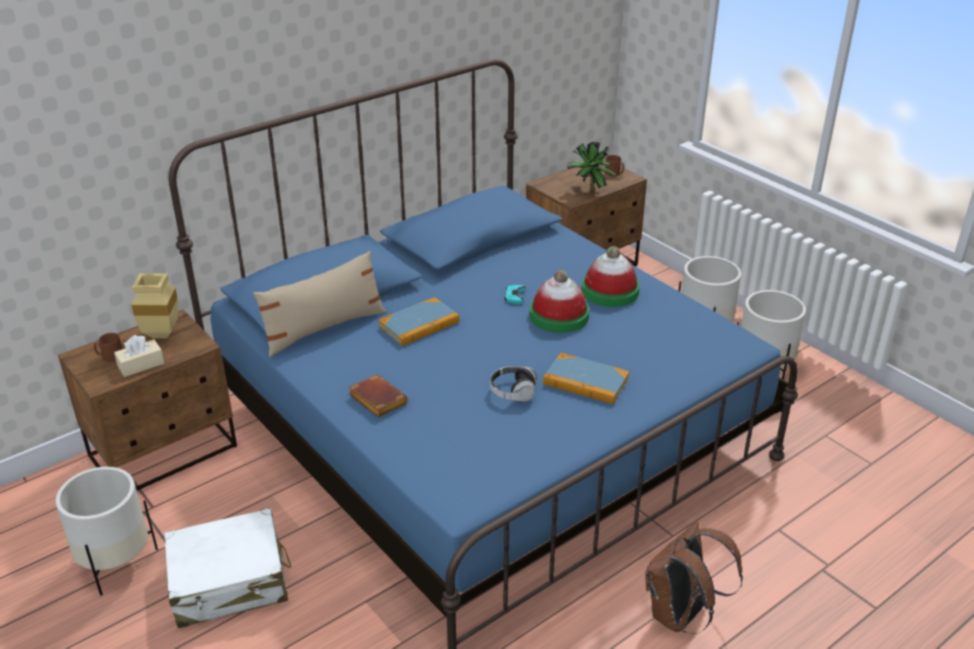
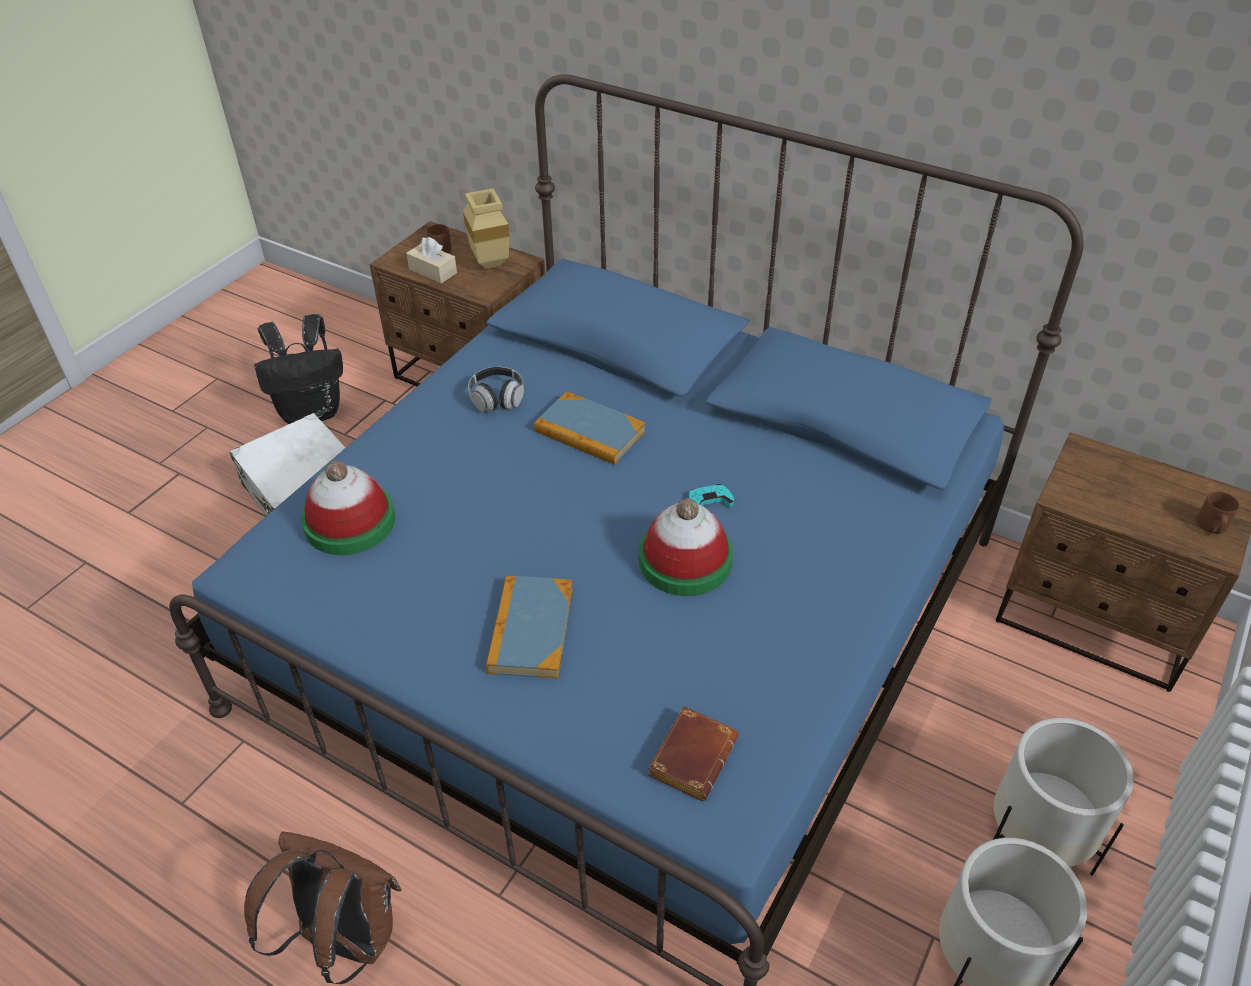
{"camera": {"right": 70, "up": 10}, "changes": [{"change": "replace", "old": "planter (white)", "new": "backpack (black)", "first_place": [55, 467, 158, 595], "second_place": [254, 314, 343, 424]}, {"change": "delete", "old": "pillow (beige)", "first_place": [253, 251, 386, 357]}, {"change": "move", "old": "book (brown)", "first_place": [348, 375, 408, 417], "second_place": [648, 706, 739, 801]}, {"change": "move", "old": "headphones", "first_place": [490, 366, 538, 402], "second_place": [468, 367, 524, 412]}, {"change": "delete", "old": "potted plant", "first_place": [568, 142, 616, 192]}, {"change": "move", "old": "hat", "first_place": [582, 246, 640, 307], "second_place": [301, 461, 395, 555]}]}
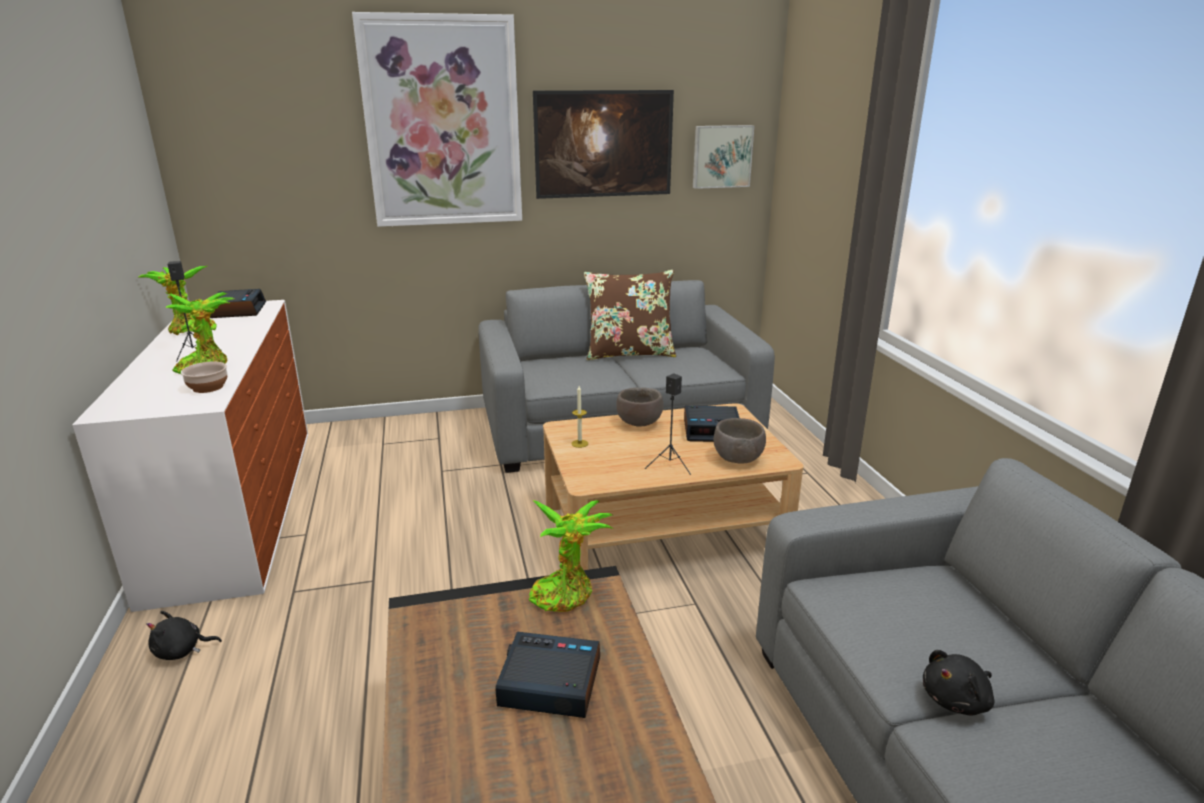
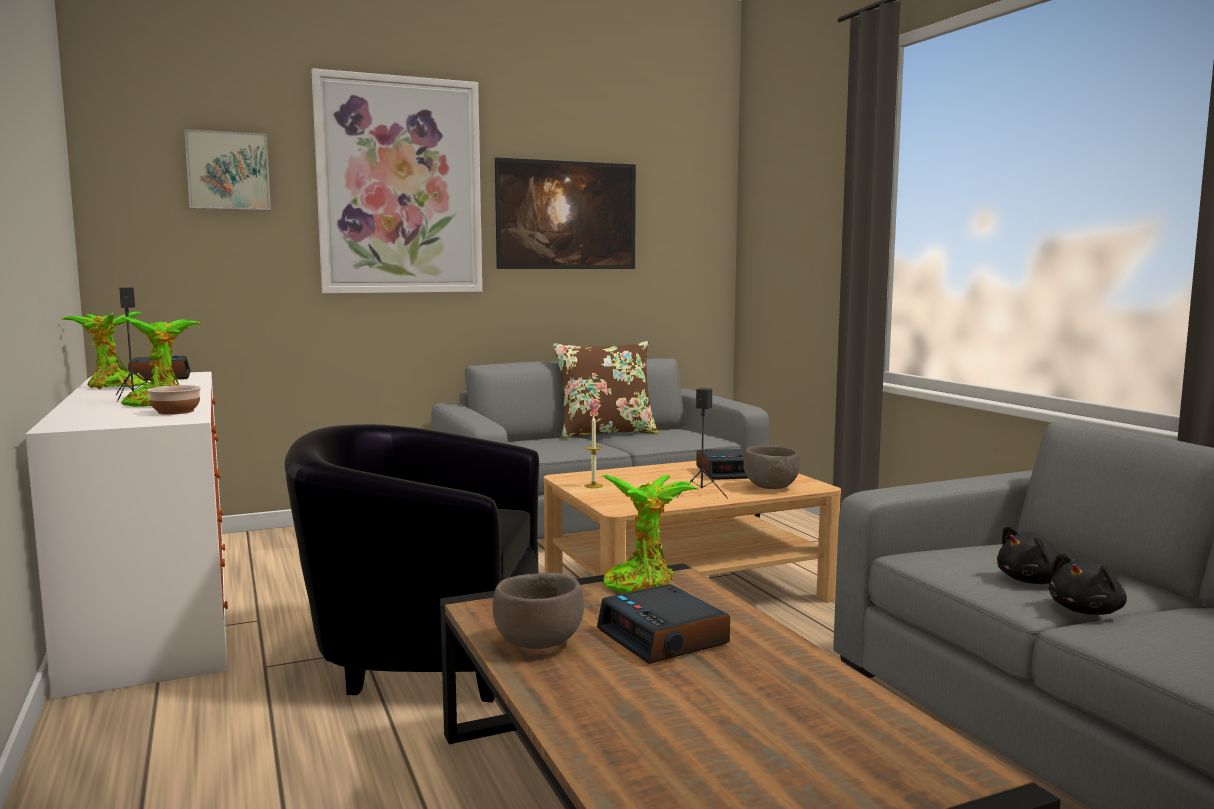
{"camera": {"right": -10, "up": -15}, "changes": [{"change": "move", "old": "plush toy (black)", "first_place": [146, 611, 222, 660], "second_place": [997, 526, 1059, 584]}, {"change": "rotate", "old": "alarm clock", "first_place": [495, 632, 600, 718], "second_place": [597, 584, 730, 664], "degrees": -120}, {"change": "move", "old": "bowl (brown)", "first_place": [616, 388, 663, 427], "second_place": [493, 573, 584, 649]}, {"change": "move", "old": "picture", "first_place": [693, 125, 754, 189], "second_place": [184, 129, 271, 210]}, {"change": "insert", "new": "armchair (black)", "second_place": [284, 424, 539, 702]}]}
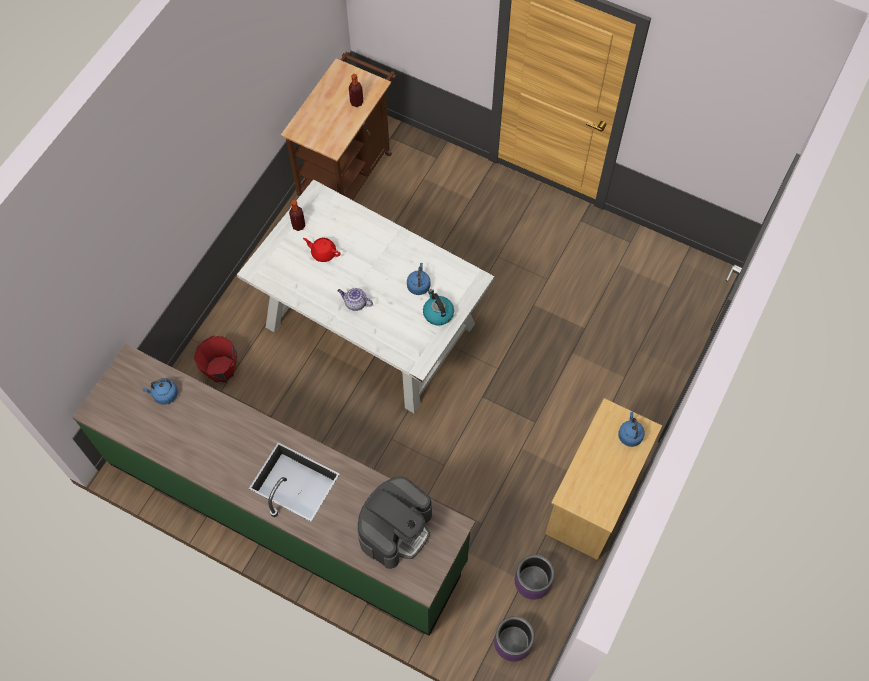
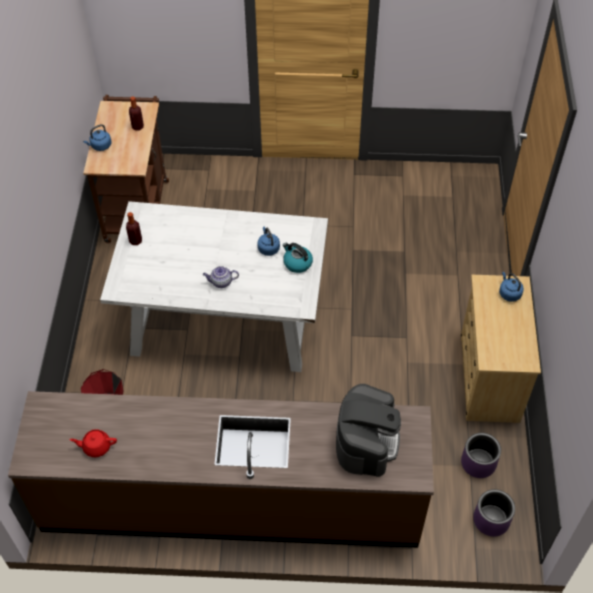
{"camera": {"right": -25, "up": -10}, "changes": [{"change": "recolor", "old": "counter (green)", "new": "counter (brown)", "first_place": [72, 344, 475, 636], "second_place": [8, 391, 434, 548]}, {"change": "move", "old": "kettle (blue)", "first_place": [142, 378, 178, 405], "second_place": [83, 124, 111, 151]}, {"change": "move", "old": "teapot (red)", "first_place": [303, 238, 341, 262], "second_place": [70, 429, 117, 457]}]}
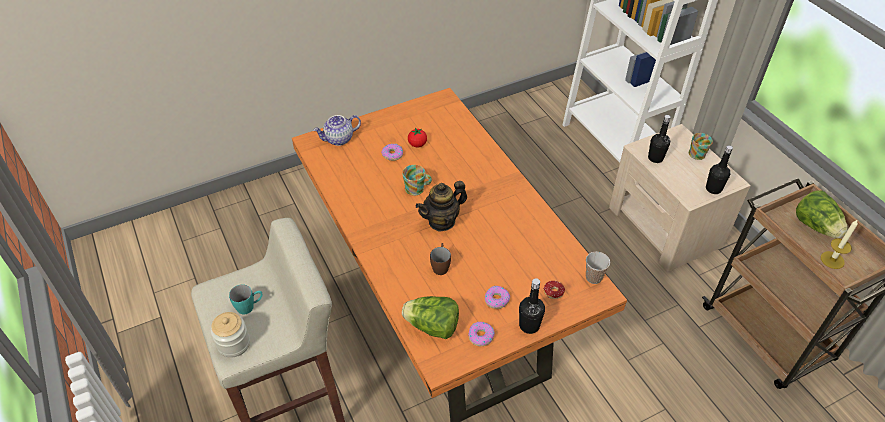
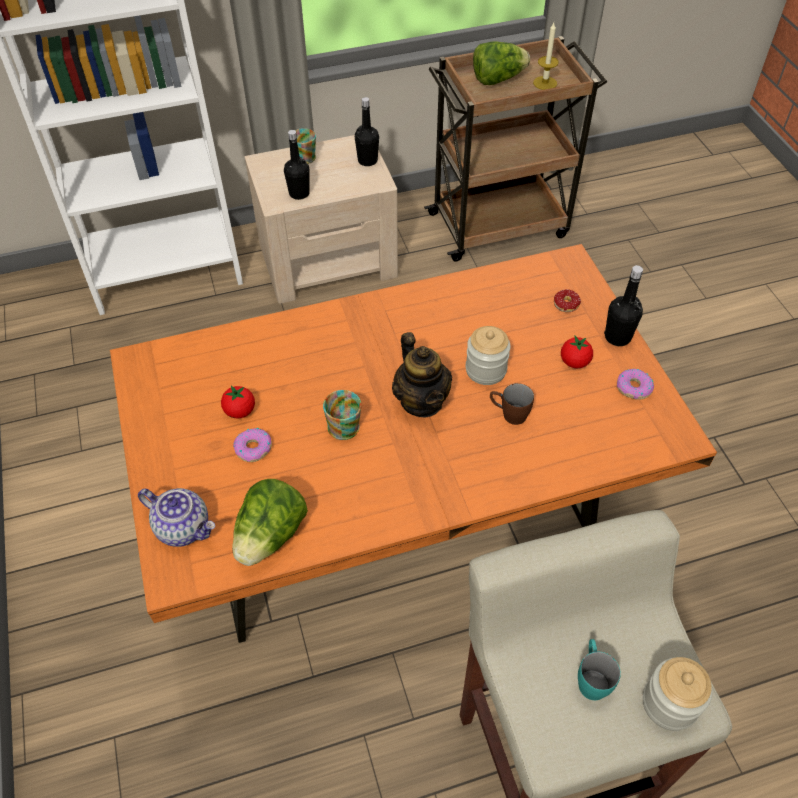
{"camera": {"right": -80, "up": 5}, "changes": [{"change": "rotate", "old": "teapot", "first_place": [313, 115, 361, 146], "second_place": [138, 488, 215, 547], "degrees": -45}, {"change": "move", "old": "lettuce", "first_place": [402, 296, 459, 339], "second_place": [232, 479, 308, 566]}, {"change": "replace", "old": "donut", "new": "tomato", "first_place": [485, 286, 510, 309], "second_place": [561, 336, 593, 369]}, {"change": "delete", "old": "cup", "first_place": [586, 252, 610, 284]}, {"change": "insert", "new": "jar", "second_place": [466, 326, 511, 385]}]}
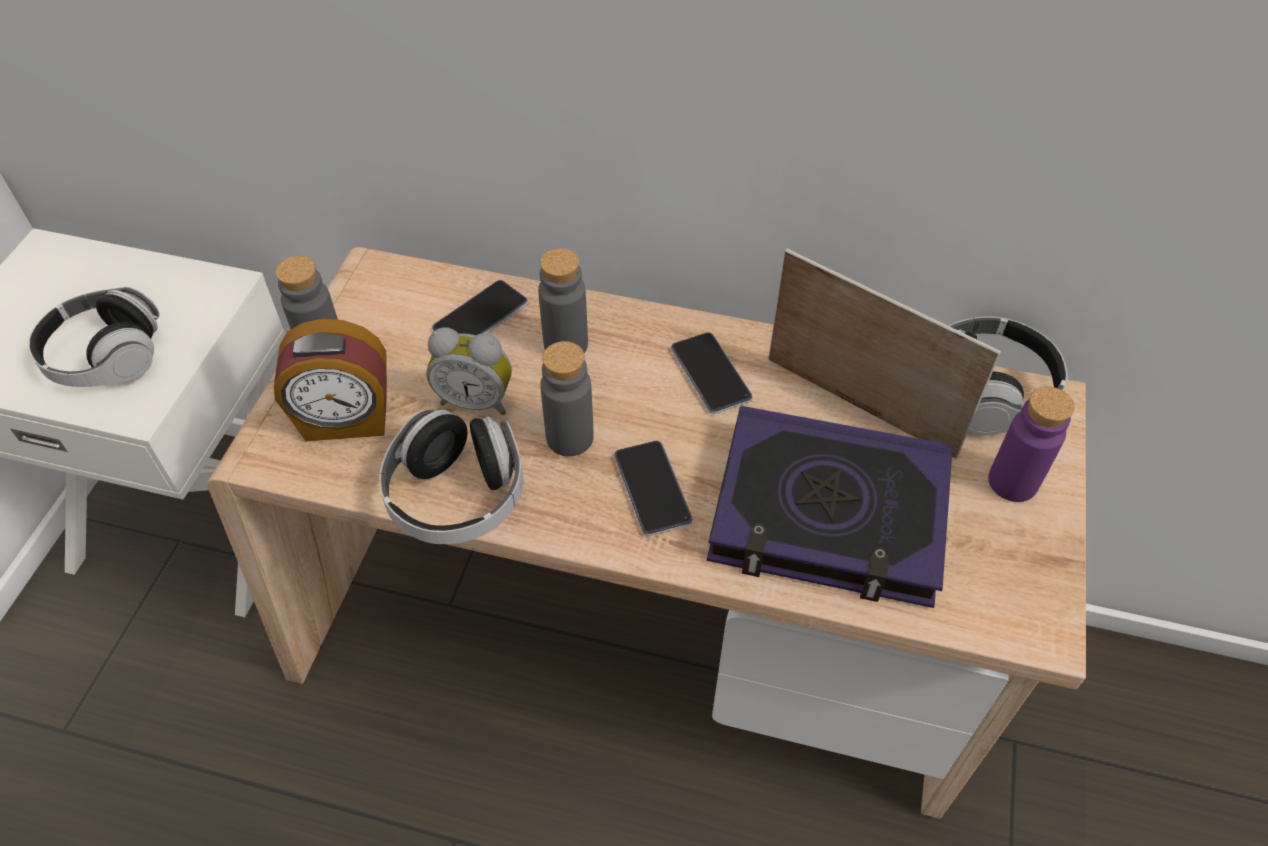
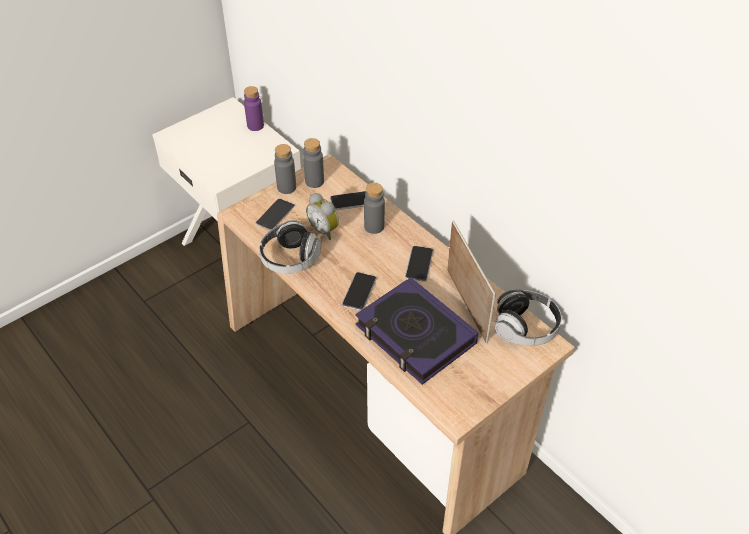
{"camera": {"right": 35, "up": -5}, "changes": [{"change": "delete", "old": "headphones", "first_place": [28, 287, 159, 387]}, {"change": "replace", "old": "alarm clock", "new": "phone", "first_place": [274, 319, 387, 441], "second_place": [255, 199, 295, 230]}, {"change": "move", "old": "bottle (grey)", "first_place": [540, 341, 594, 456], "second_place": [303, 138, 324, 188]}, {"change": "move", "old": "bottle (purple)", "first_place": [988, 386, 1075, 502], "second_place": [244, 86, 264, 131]}]}
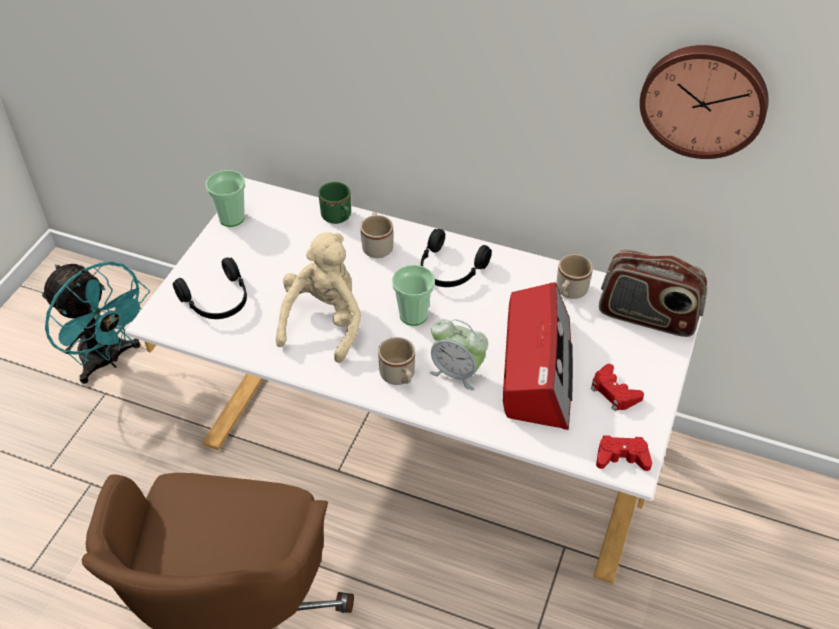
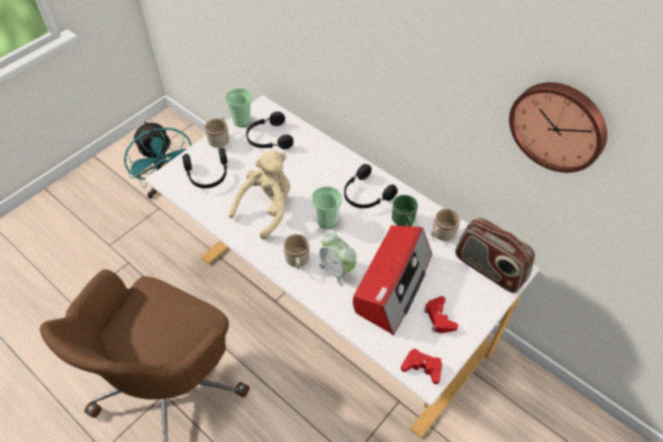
{"camera": {"right": 20, "up": 5}, "changes": [{"change": "move", "old": "mug (green)", "first_place": [318, 182, 351, 224], "second_place": [392, 195, 418, 227]}, {"change": "move", "old": "mug (beige)", "first_place": [360, 212, 393, 258], "second_place": [205, 116, 229, 148]}, {"change": "insert", "new": "headphones (black)", "second_place": [246, 111, 294, 149]}]}
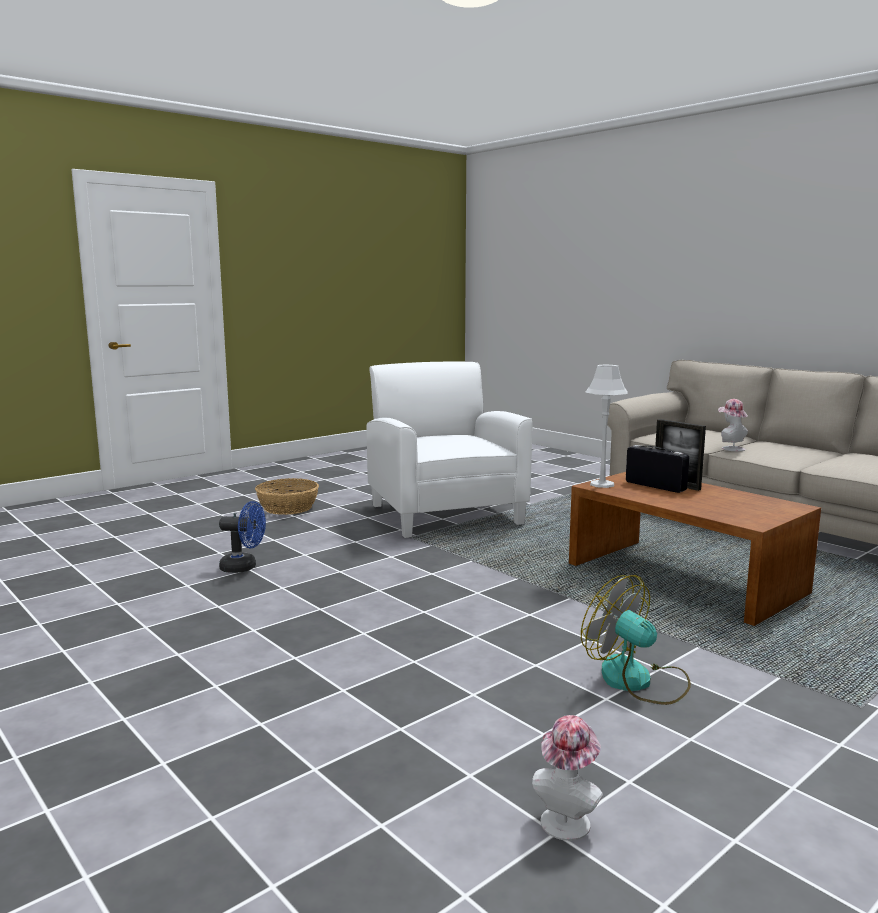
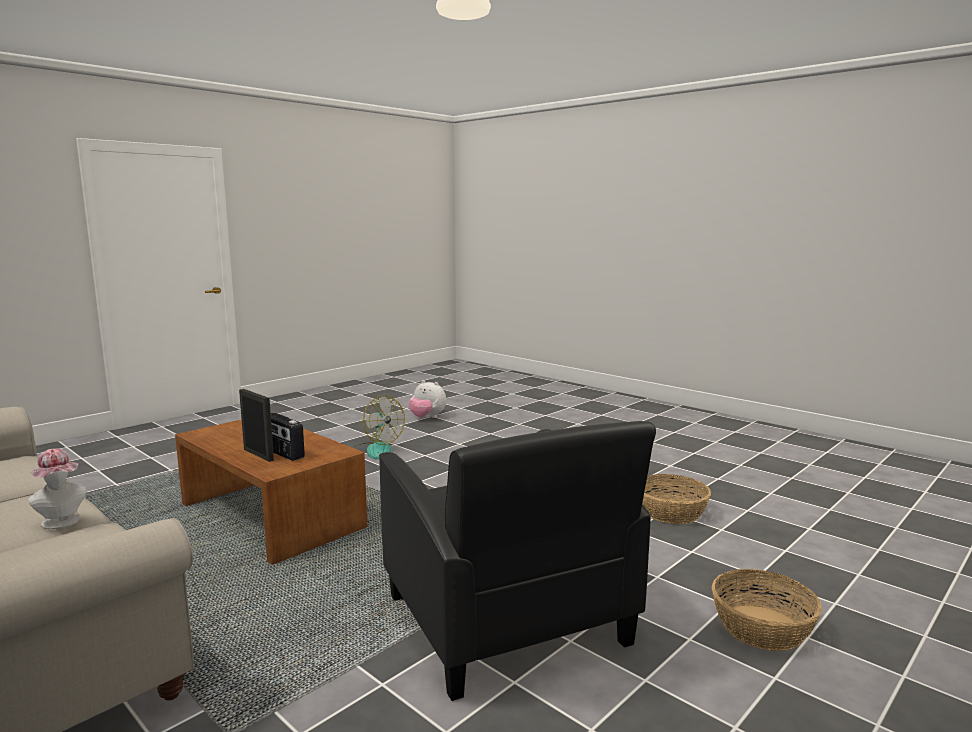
{"camera": {"right": 175, "up": 0}, "changes": [{"change": "replace", "old": "fan (blue)", "new": "basket", "first_place": [219, 501, 266, 573], "second_place": [642, 474, 711, 524]}, {"change": "recolor", "old": "armchair (white)", "new": "armchair (black)", "first_place": [367, 362, 532, 538], "second_place": [379, 421, 656, 701]}, {"change": "replace", "old": "hat", "new": "plush toy", "first_place": [532, 715, 603, 841], "second_place": [408, 380, 446, 418]}, {"change": "delete", "old": "table lamp (grey)", "first_place": [585, 365, 628, 488]}]}
